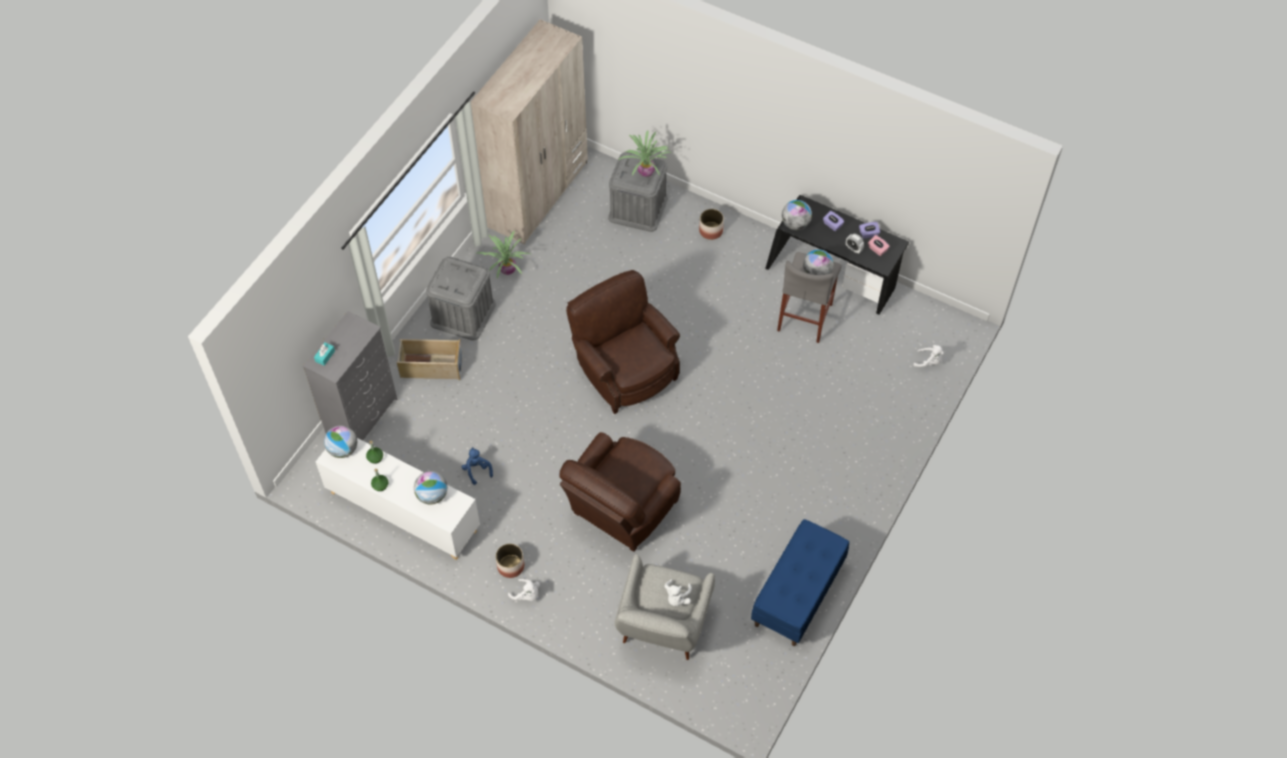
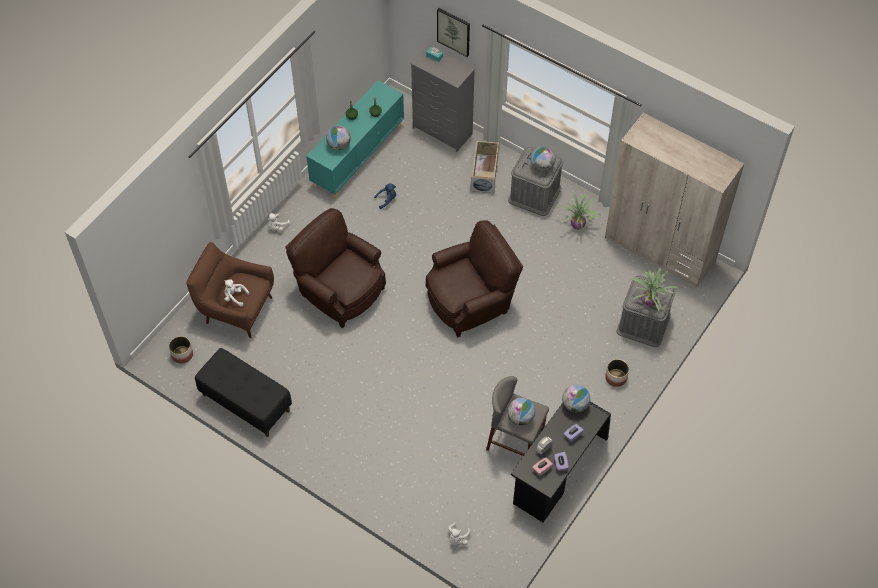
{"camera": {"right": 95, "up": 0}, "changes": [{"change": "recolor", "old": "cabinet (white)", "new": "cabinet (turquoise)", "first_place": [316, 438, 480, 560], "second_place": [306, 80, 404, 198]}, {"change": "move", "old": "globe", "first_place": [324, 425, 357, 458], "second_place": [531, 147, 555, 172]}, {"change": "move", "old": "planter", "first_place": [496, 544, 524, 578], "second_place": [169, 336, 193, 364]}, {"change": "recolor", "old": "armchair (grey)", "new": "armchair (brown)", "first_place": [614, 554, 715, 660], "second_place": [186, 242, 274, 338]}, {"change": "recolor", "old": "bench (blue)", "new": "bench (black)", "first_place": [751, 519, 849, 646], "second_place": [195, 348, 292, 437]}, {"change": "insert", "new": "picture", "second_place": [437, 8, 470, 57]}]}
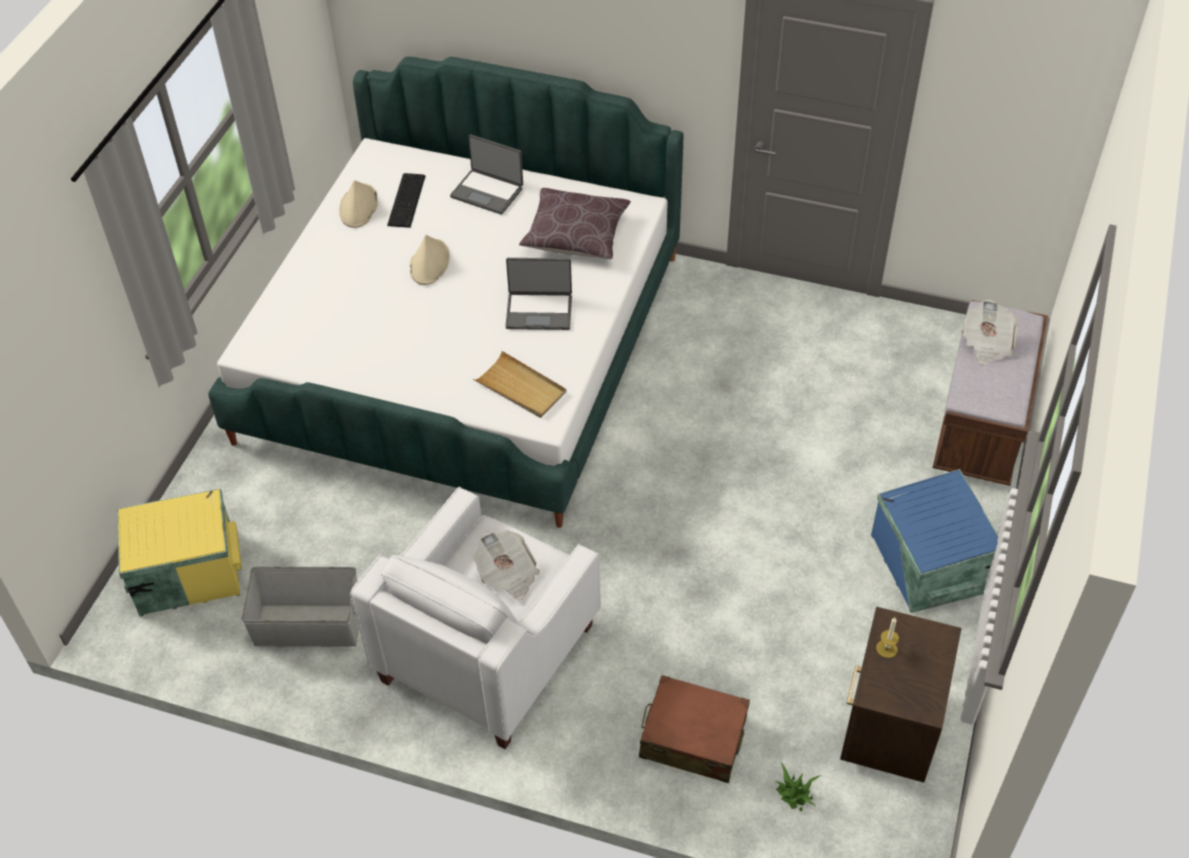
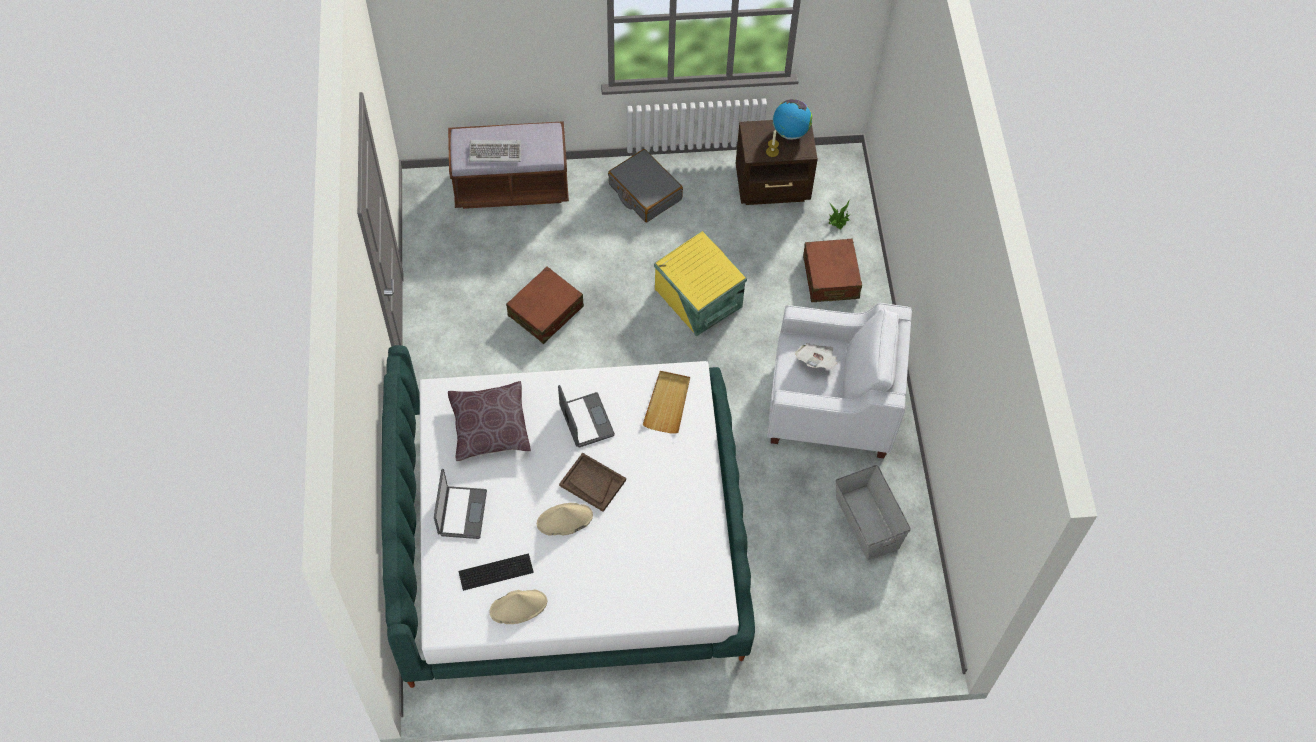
{"camera": {"right": -115, "up": 10}, "changes": [{"change": "move", "old": "storage box (yellow)", "first_place": [117, 488, 242, 616], "second_place": [654, 230, 747, 336]}, {"change": "replace", "old": "storage box (blue)", "new": "suitcase (grey)", "first_place": [871, 469, 999, 613], "second_place": [608, 149, 683, 222]}, {"change": "replace", "old": "newspaper", "new": "keyboard", "first_place": [962, 300, 1018, 365], "second_place": [469, 140, 521, 162]}, {"change": "insert", "new": "suitcase (brown)", "second_place": [506, 266, 584, 344]}, {"change": "insert", "new": "tray (brown)", "second_place": [559, 453, 626, 512]}, {"change": "insert", "new": "globe", "second_place": [773, 99, 812, 140]}]}
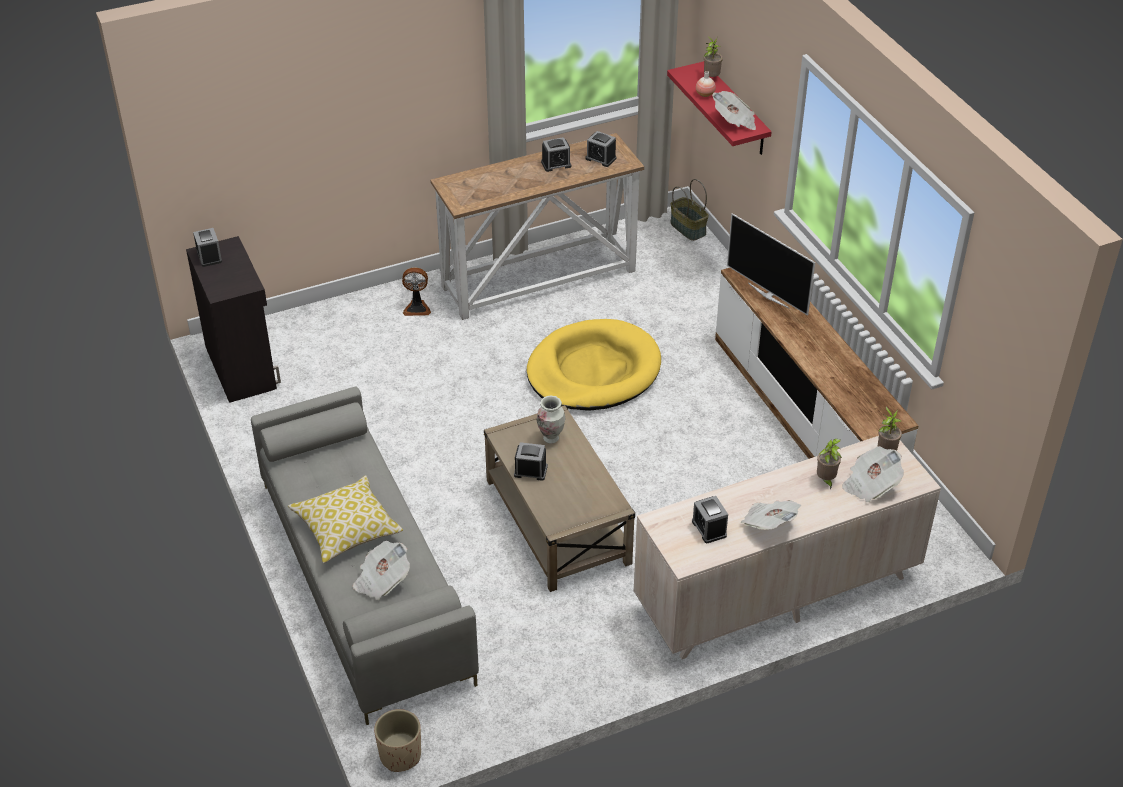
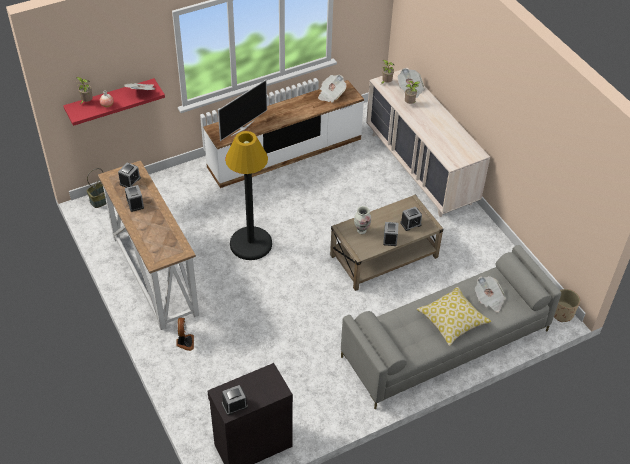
{"camera": {"right": -95, "up": 5}, "changes": [{"change": "replace", "old": "dog bed (yellow)", "new": "floor lamp (black)", "first_place": [527, 319, 661, 411], "second_place": [225, 131, 272, 260]}, {"change": "move", "old": "alarm clock", "first_place": [692, 496, 728, 543], "second_place": [400, 207, 422, 231]}, {"change": "move", "old": "newspaper", "first_place": [741, 500, 801, 530], "second_place": [318, 75, 347, 103]}]}
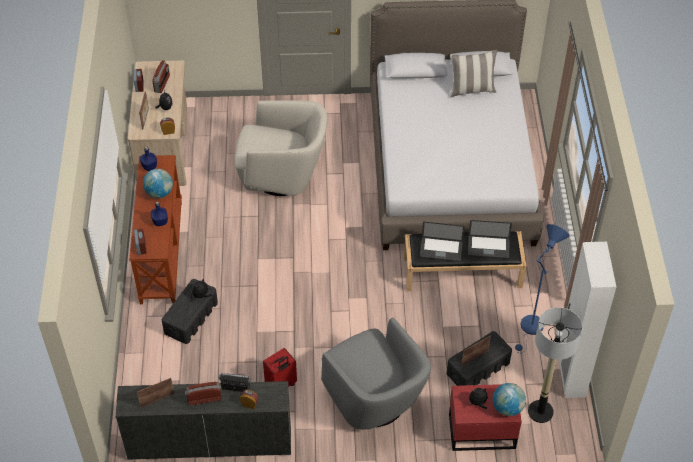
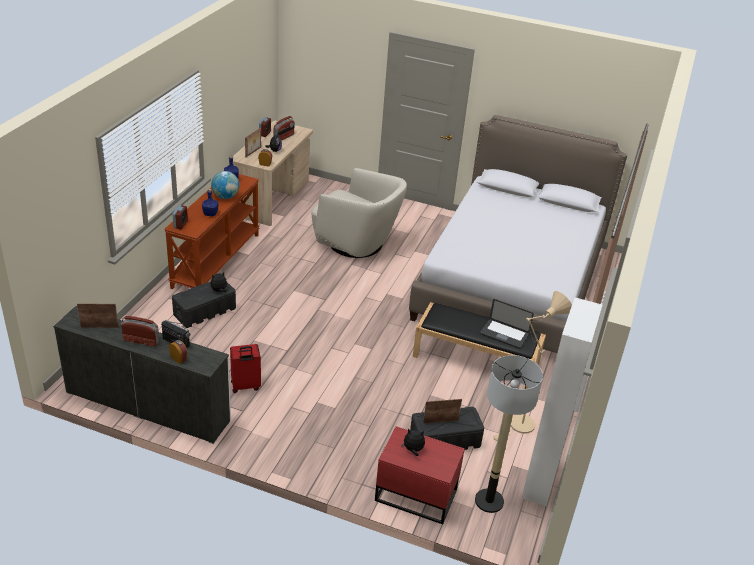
{"camera": {"right": 20, "up": -15}, "changes": [{"change": "delete", "old": "armchair (grey)", "first_place": [321, 318, 431, 430]}, {"change": "delete", "old": "laptop", "first_place": [420, 222, 465, 262]}, {"change": "delete", "old": "pillow", "first_place": [450, 49, 497, 97]}, {"change": "delete", "old": "globe", "first_place": [493, 383, 526, 416]}, {"change": "recolor", "old": "floor lamp (blue)", "new": "floor lamp (beige)", "first_place": [515, 224, 569, 354], "second_place": [493, 291, 572, 444]}]}
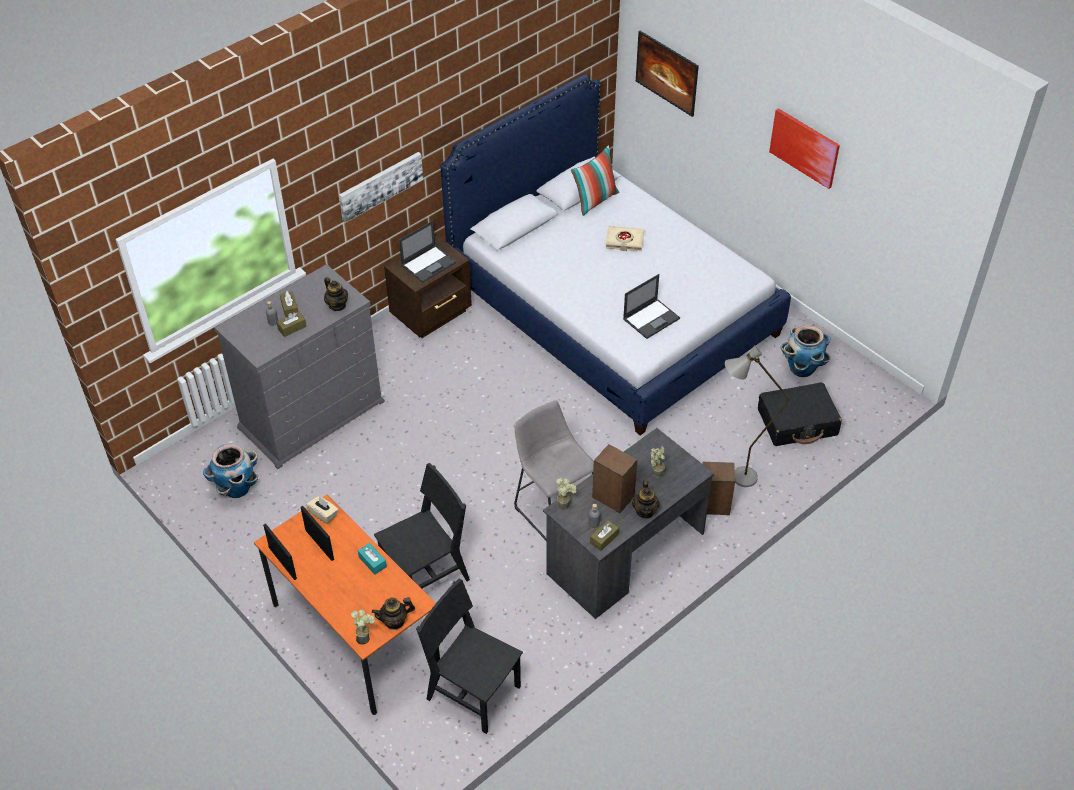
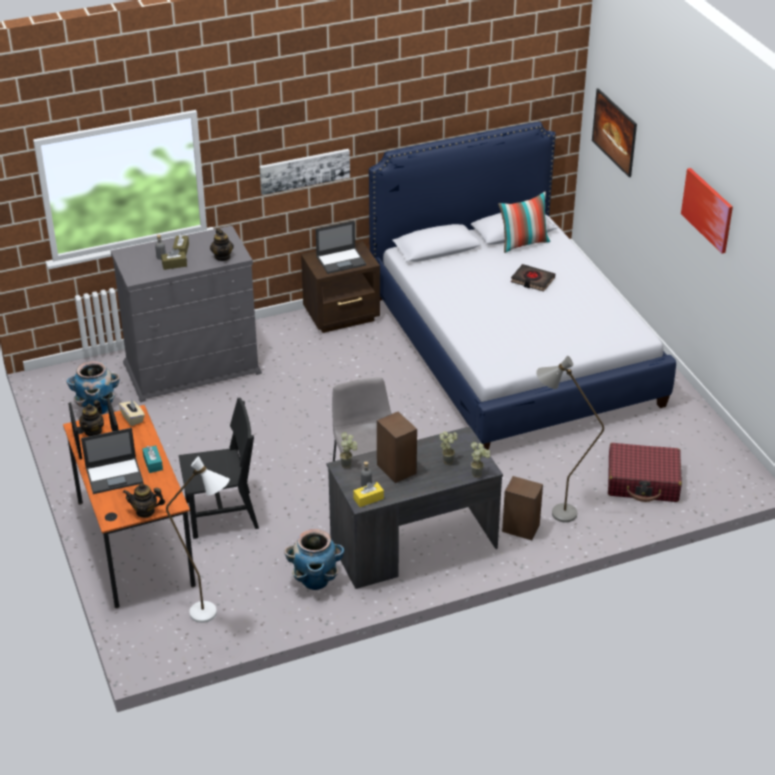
{"camera": {"right": 20, "up": -10}, "changes": [{"change": "move", "old": "potted plant", "first_place": [351, 610, 375, 643], "second_place": [471, 442, 490, 478]}, {"change": "replace", "old": "chair (black)", "new": "floor lamp (white)", "first_place": [416, 578, 523, 734], "second_place": [166, 456, 230, 623]}, {"change": "recolor", "old": "tissue box (brown)", "new": "tissue box (yellow)", "first_place": [590, 520, 619, 551], "second_place": [353, 482, 384, 507]}, {"change": "recolor", "old": "book (beige)", "new": "book (black)", "first_place": [606, 226, 645, 251], "second_place": [511, 264, 556, 291]}, {"change": "move", "old": "laptop", "first_place": [623, 274, 680, 339], "second_place": [81, 428, 144, 494]}, {"change": "move", "old": "teapot", "first_place": [632, 480, 660, 519], "second_place": [79, 400, 104, 436]}, {"change": "recolor", "old": "suitcase (black)", "new": "suitcase (red)", "first_place": [758, 382, 842, 446], "second_place": [608, 443, 682, 502]}, {"change": "move", "old": "planter", "first_place": [781, 325, 831, 377], "second_place": [284, 529, 344, 590]}]}
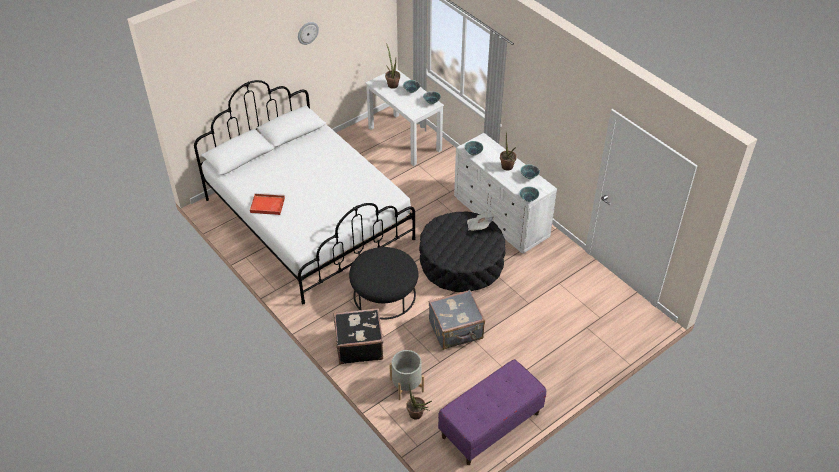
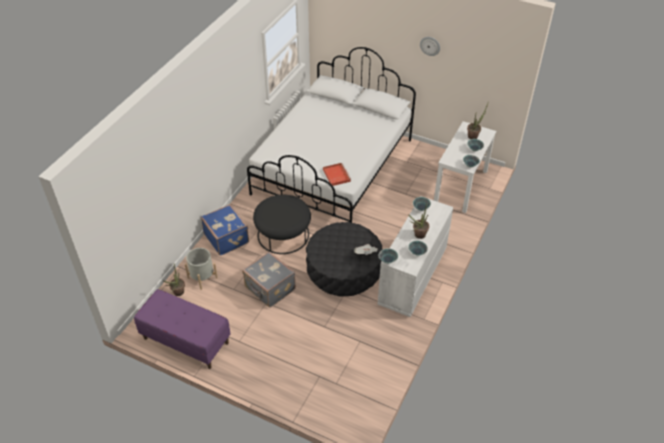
{"camera": {"right": 65, "up": 0}, "changes": [{"change": "move", "old": "tray (red)", "first_place": [250, 193, 285, 215], "second_place": [323, 163, 352, 186]}, {"change": "recolor", "old": "suitcase (black)", "new": "suitcase (blue)", "first_place": [334, 308, 383, 364], "second_place": [201, 204, 249, 255]}]}
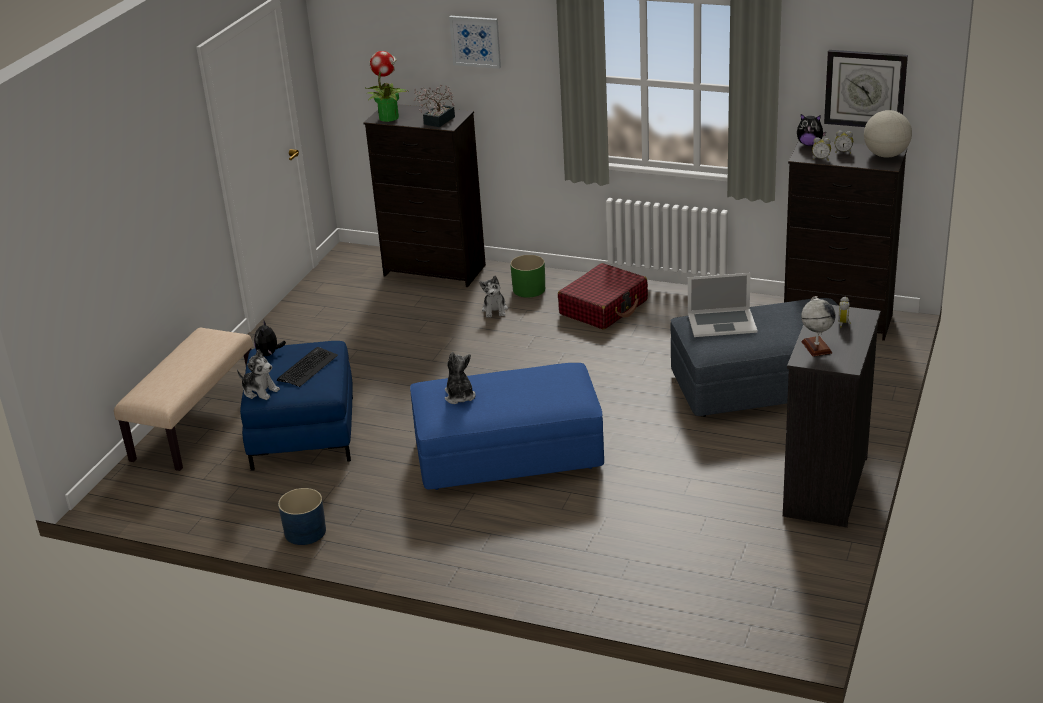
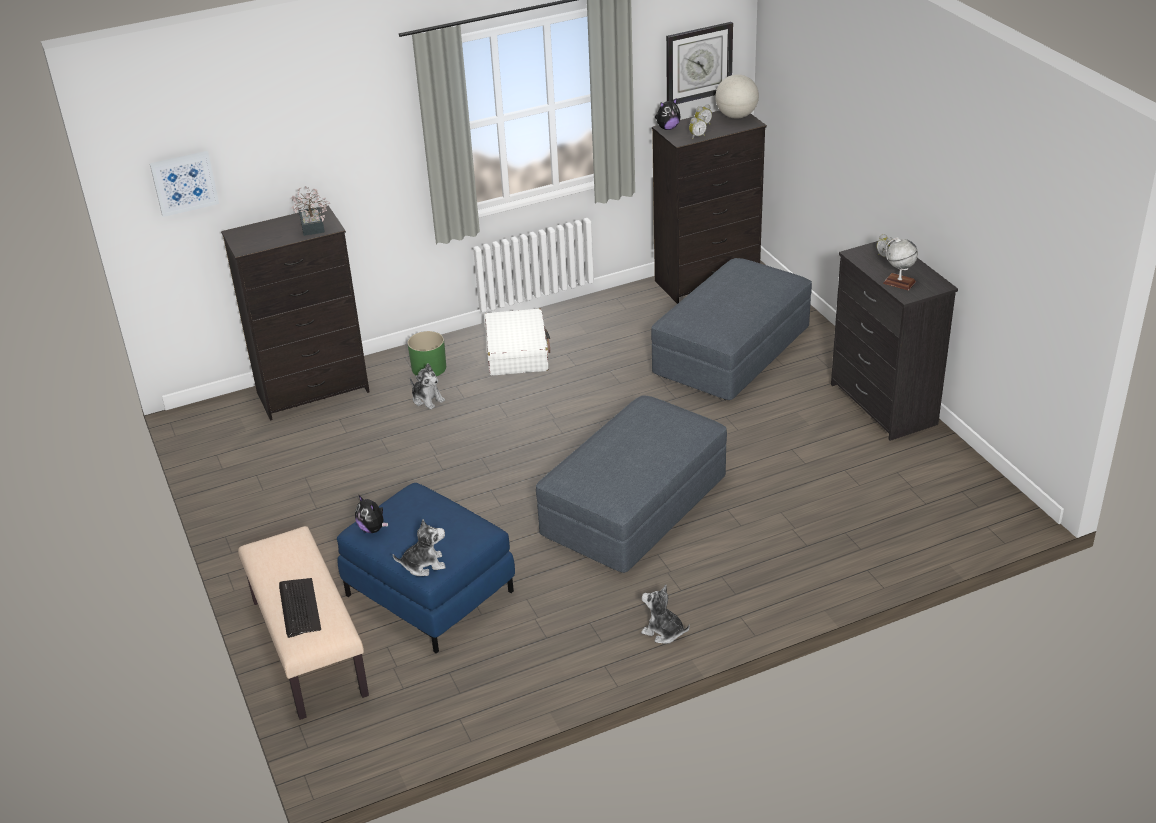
{"camera": {"right": -45, "up": 5}, "changes": [{"change": "move", "old": "keyboard", "first_place": [277, 347, 338, 387], "second_place": [279, 578, 321, 638]}, {"change": "delete", "old": "planter (blue)", "first_place": [278, 488, 326, 545]}, {"change": "delete", "old": "potted plant", "first_place": [364, 51, 408, 122]}, {"change": "recolor", "old": "ottoman (blue)", "new": "ottoman (grey)", "first_place": [410, 363, 604, 490], "second_place": [536, 395, 727, 573]}, {"change": "move", "old": "plush toy", "first_place": [445, 352, 476, 404], "second_place": [641, 585, 690, 644]}, {"change": "move", "old": "picture", "first_place": [449, 16, 501, 69], "second_place": [150, 151, 219, 217]}, {"change": "recolor", "old": "suitcase (red)", "new": "suitcase (white)", "first_place": [558, 263, 648, 330], "second_place": [484, 308, 550, 376]}, {"change": "delete", "old": "laptop", "first_place": [688, 273, 758, 337]}]}
